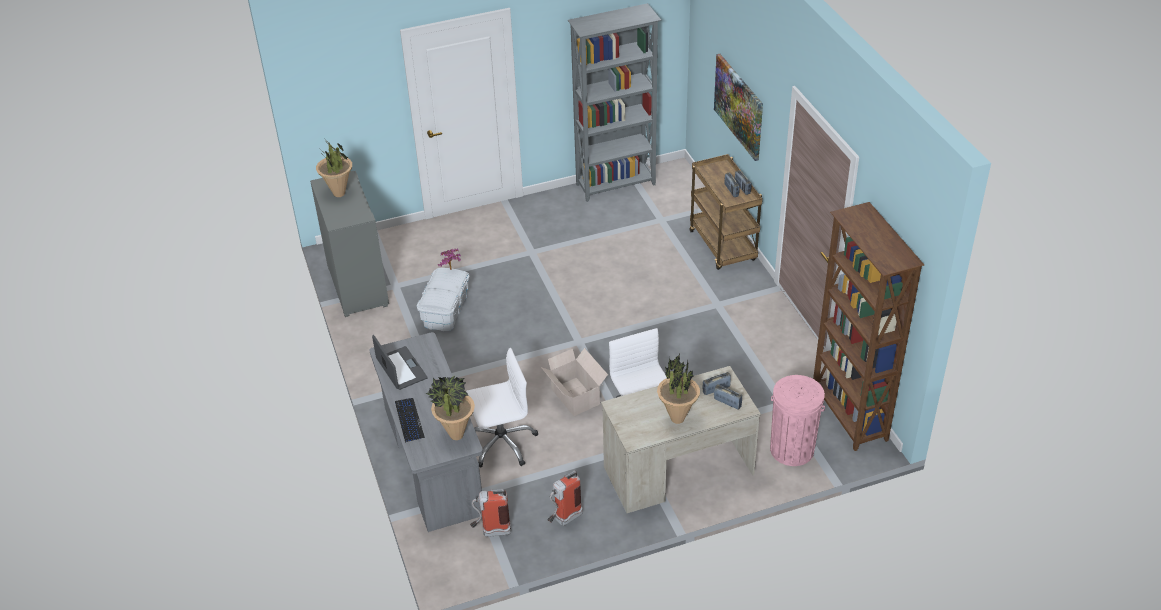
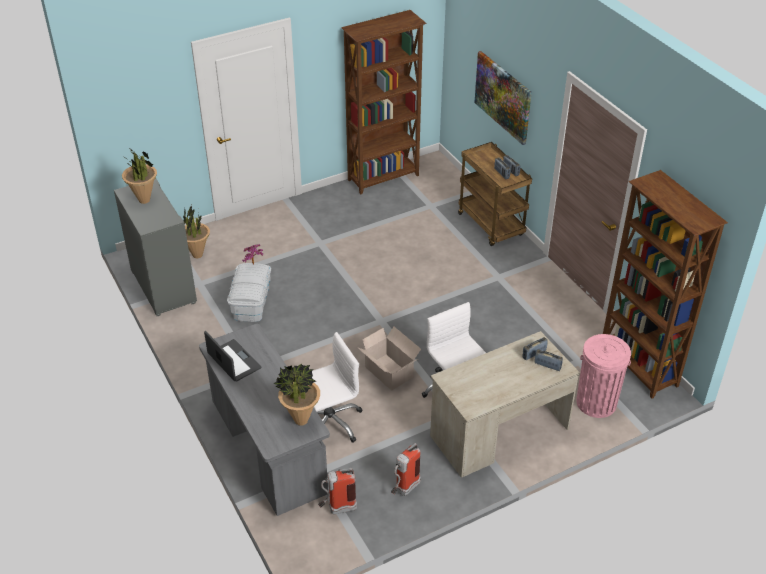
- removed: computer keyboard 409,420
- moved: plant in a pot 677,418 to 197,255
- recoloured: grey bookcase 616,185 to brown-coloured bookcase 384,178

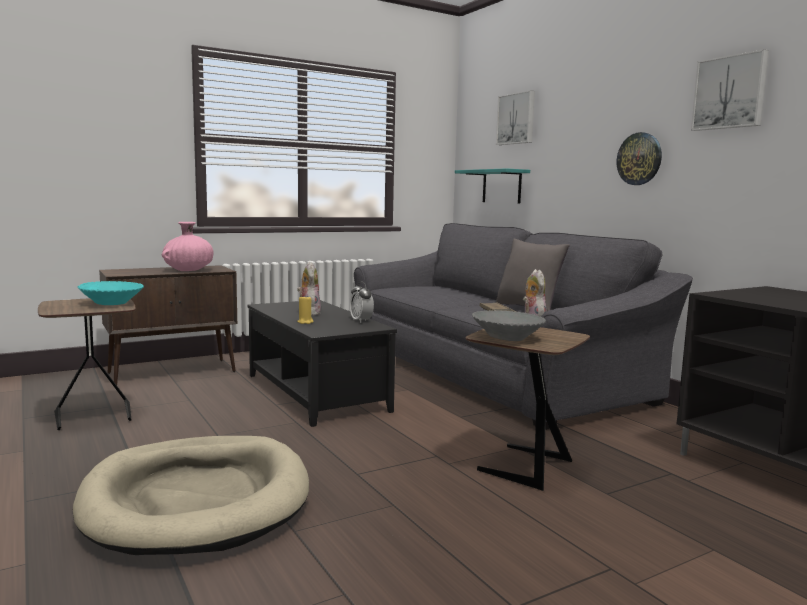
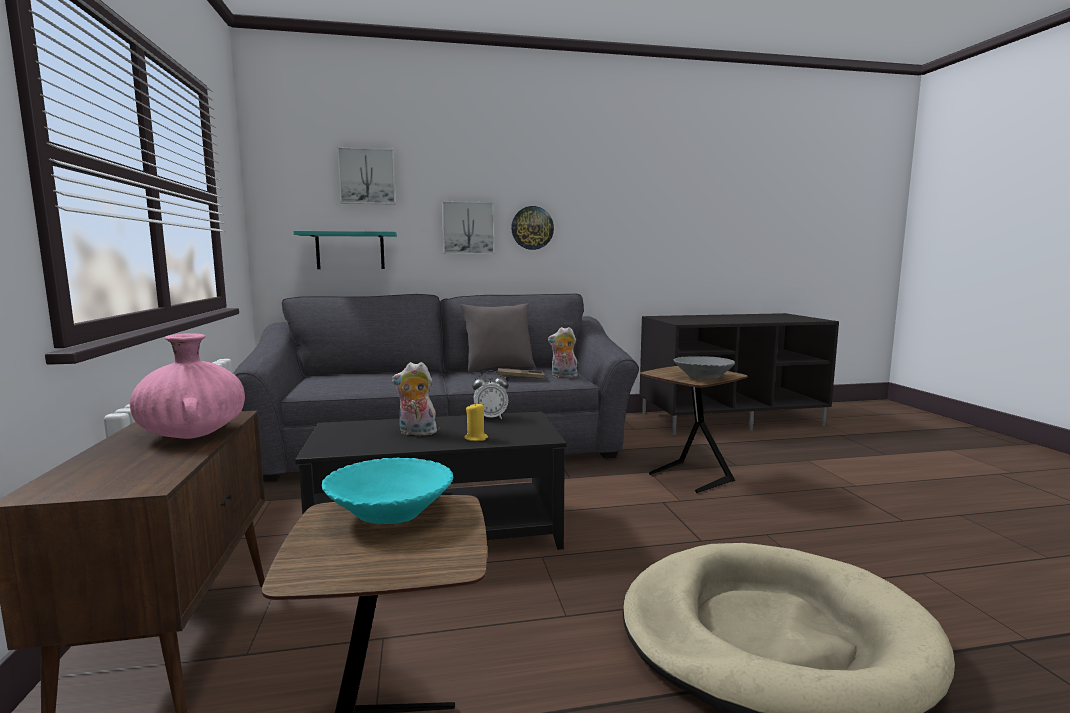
- moved: picture 730,92 to 468,228

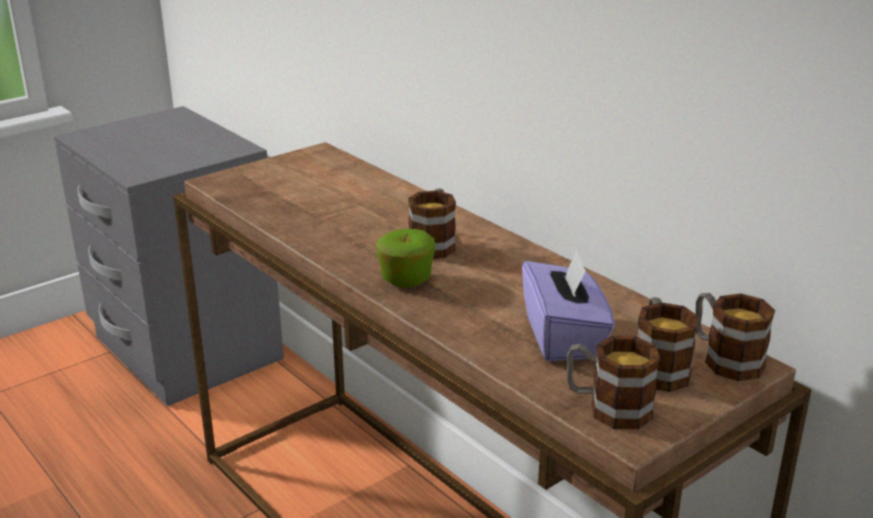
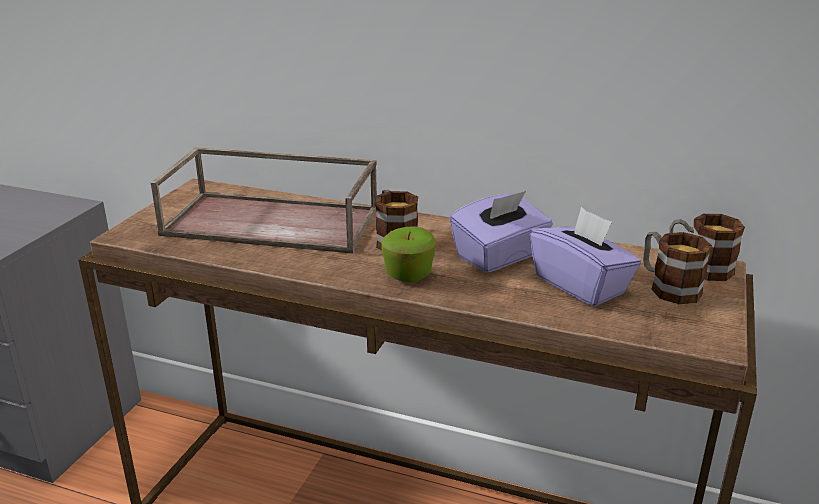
- removed: tea mug 607,407
- added: brown-coloured tray 274,221
- added: purple-coloured tissue holder 500,256

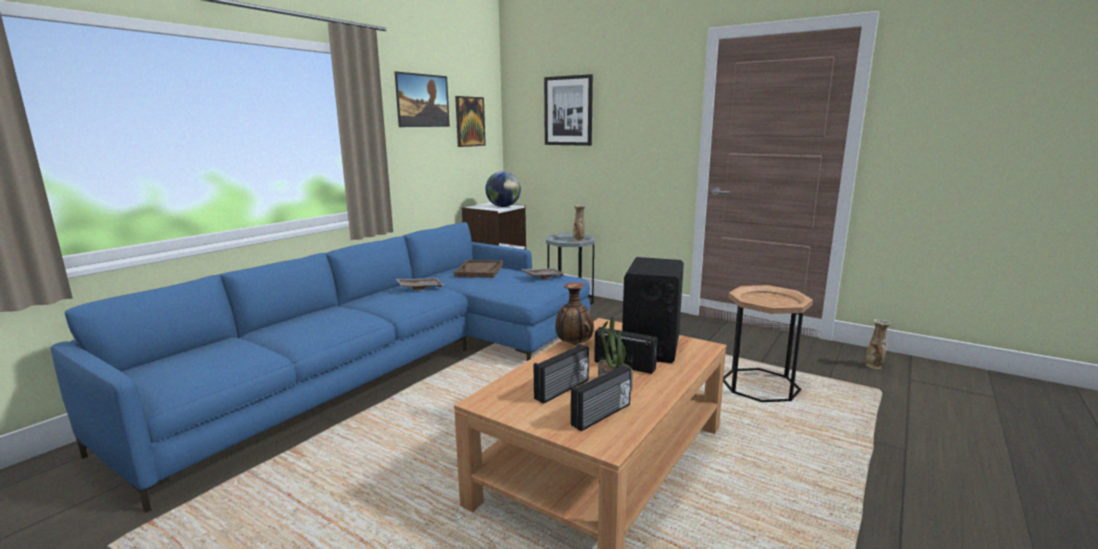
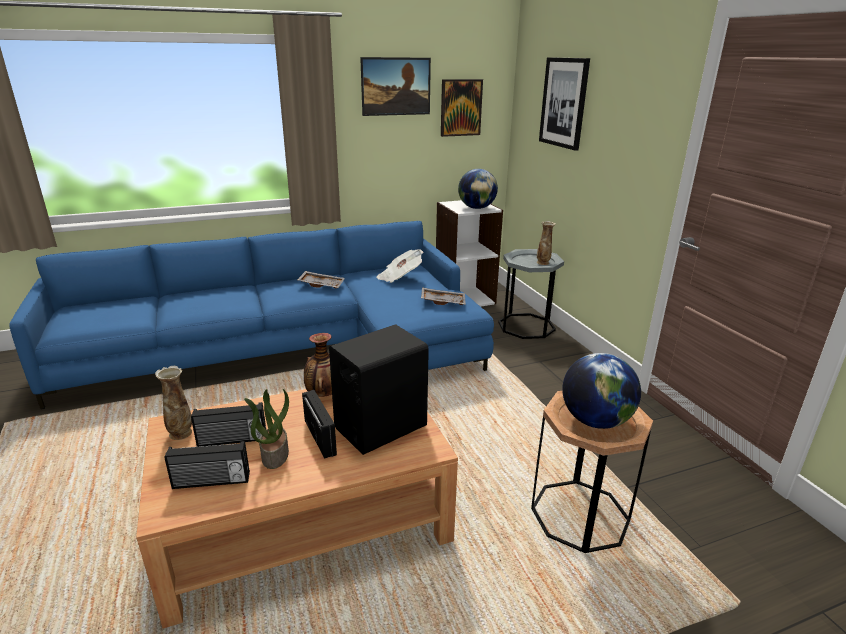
- added: globe 595,421
- moved: vase 874,366 to 181,433
- replaced: brown-coloured tray 479,270 to printed paper 400,277

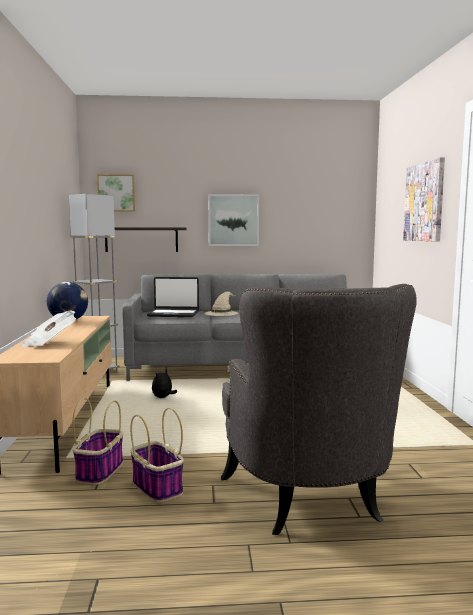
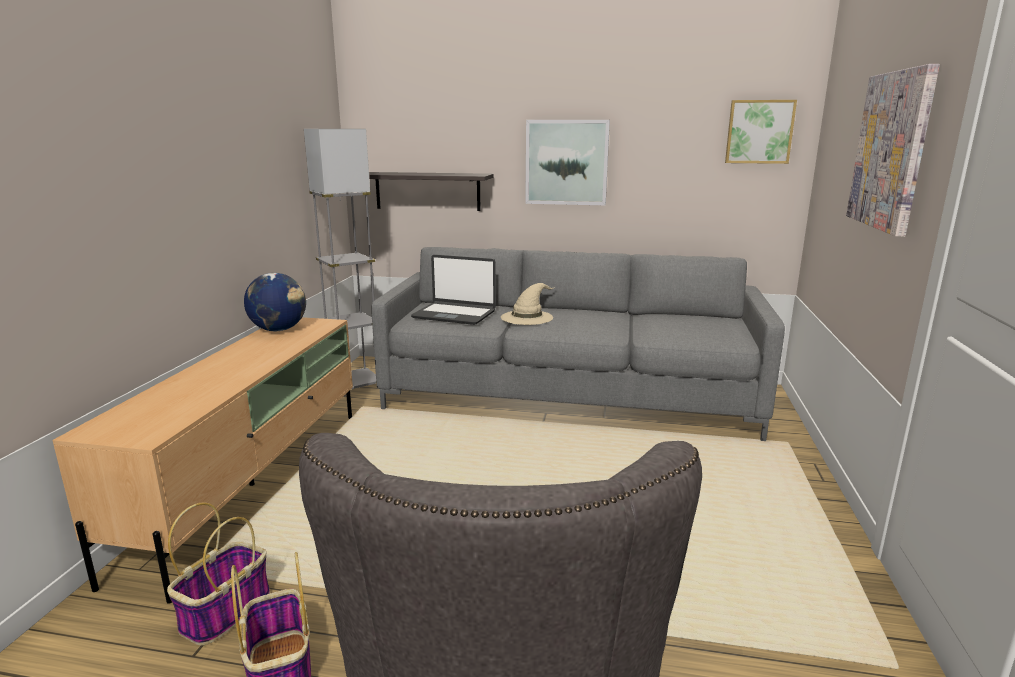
- removed: printed paper 49,343
- removed: cuddly toy 163,398
- moved: picture 116,193 to 759,132

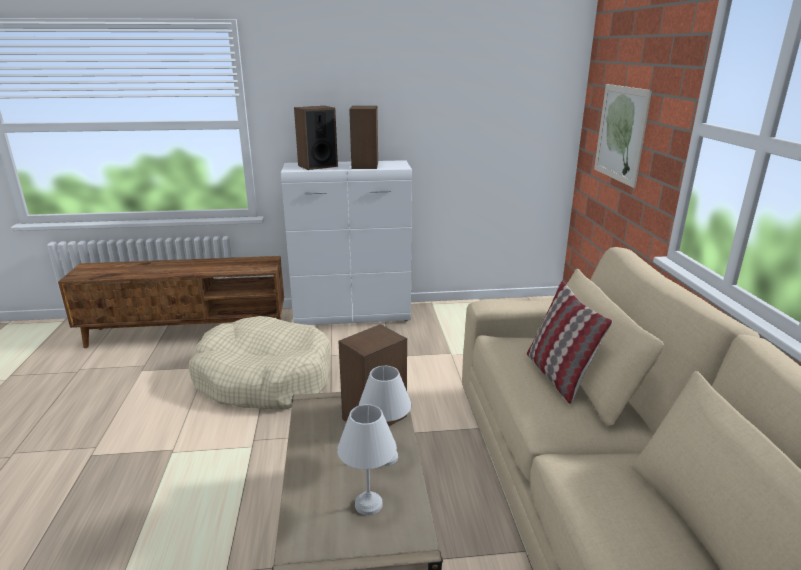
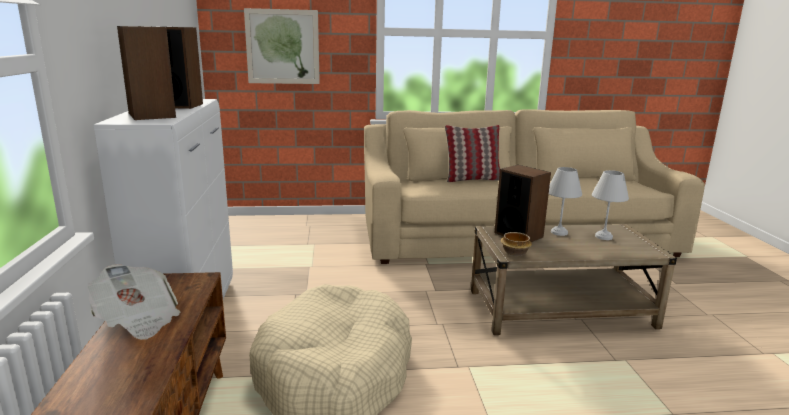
- added: printed paper 137,320
- added: serving bowl 515,252

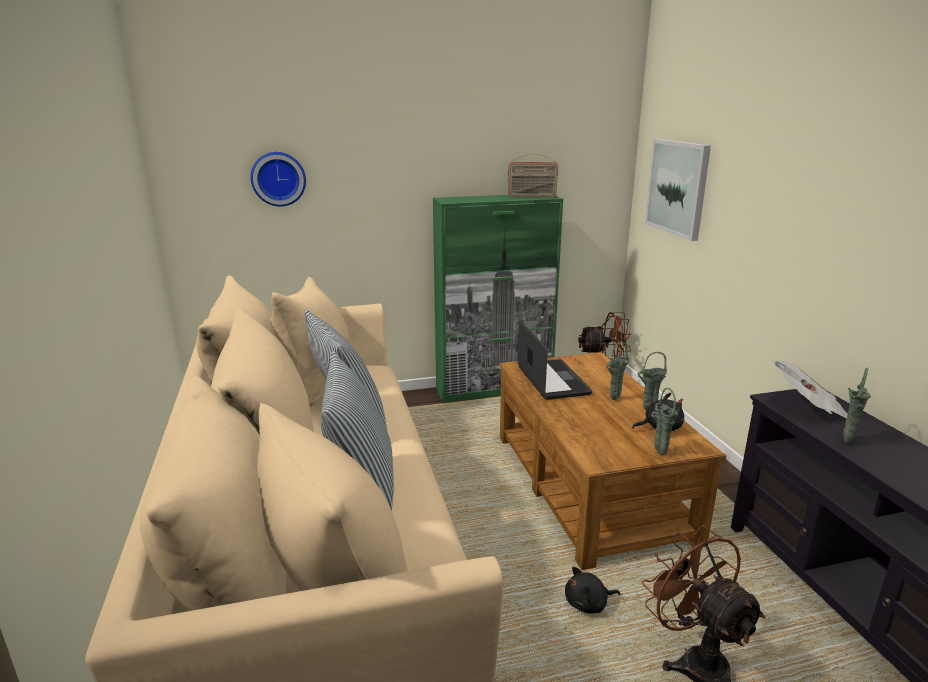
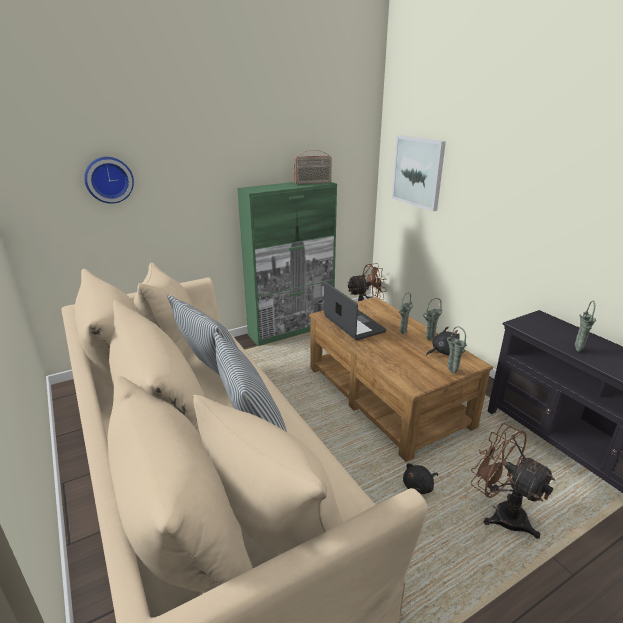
- removed: printed paper 808,408

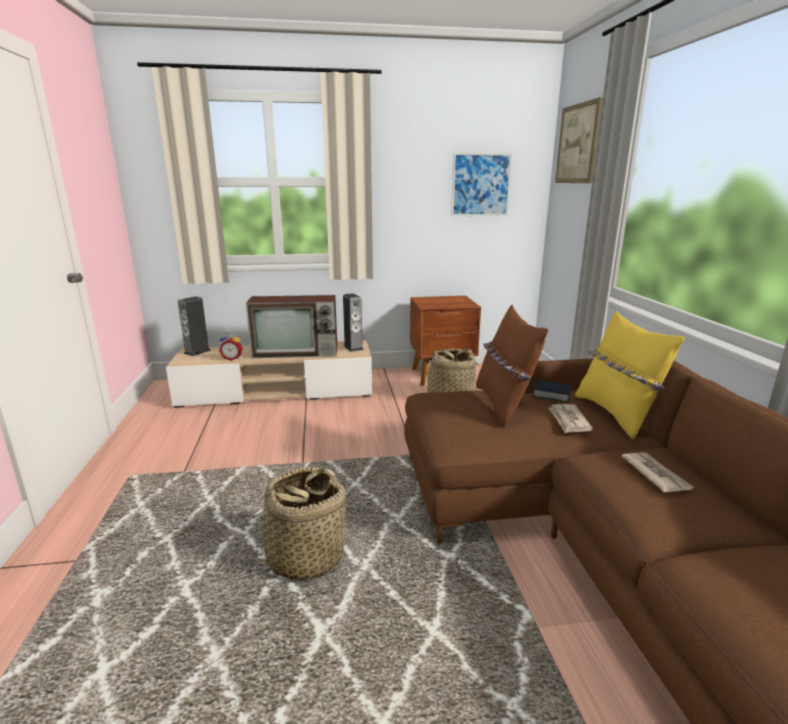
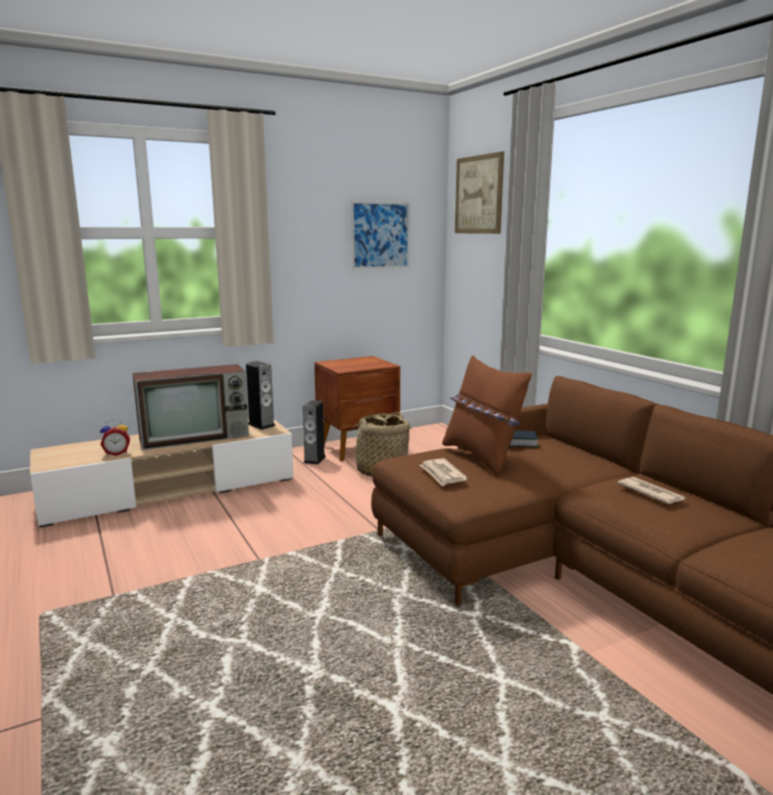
- removed: basket 305,556
- removed: yellow cushion 616,414
- moved: speaker 197,352 to 314,459
- moved: printed paper 568,420 to 442,474

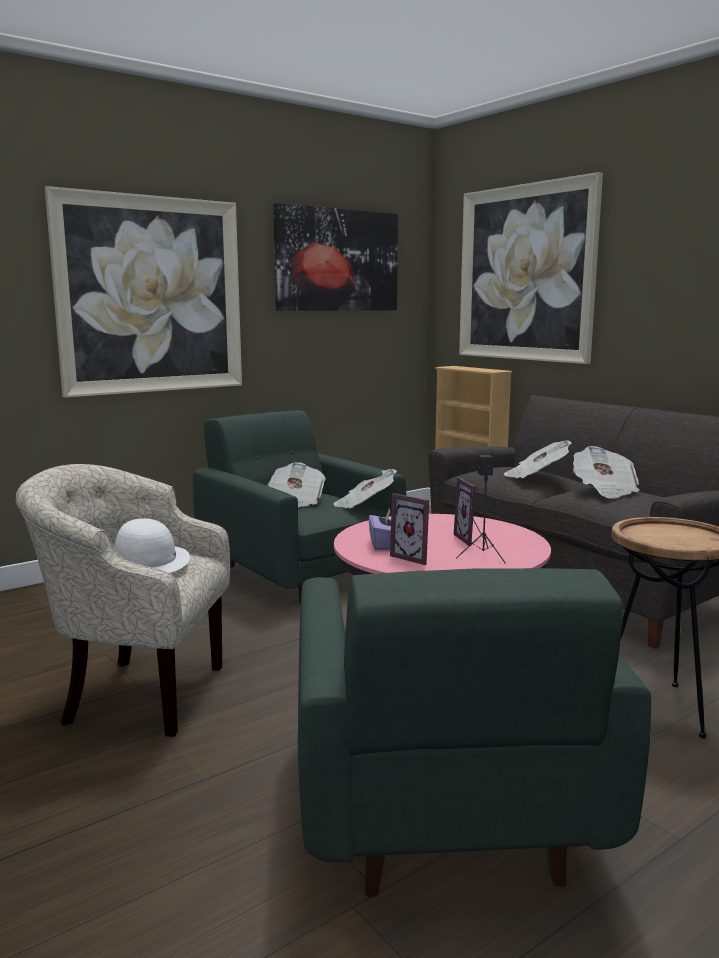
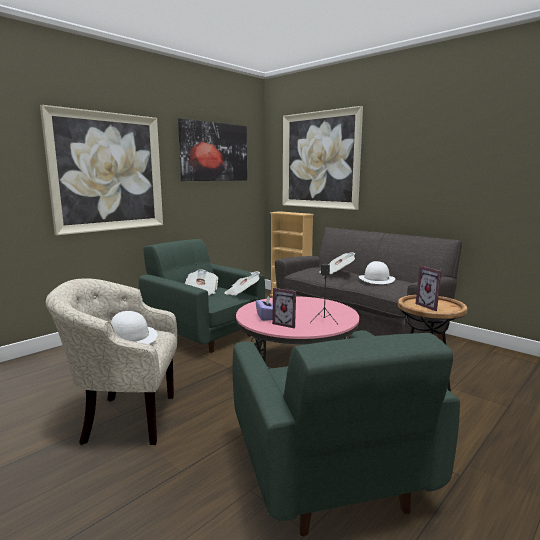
- moved: standing frame 471,539 to 431,306
- replaced: printed paper 604,490 to white-coloured hat 376,279

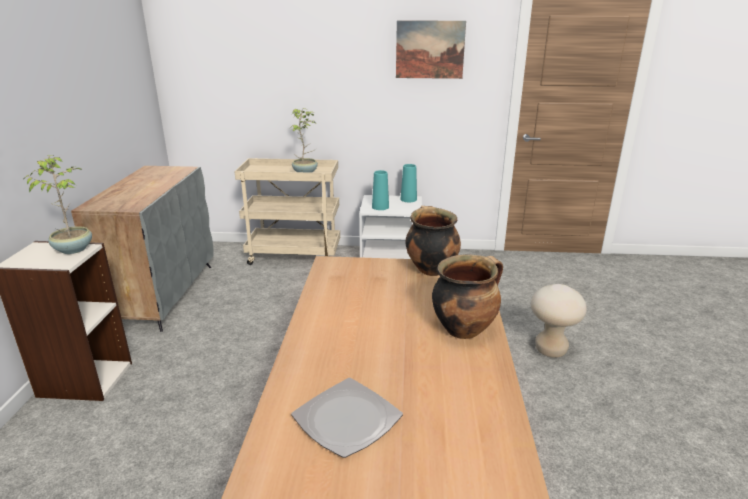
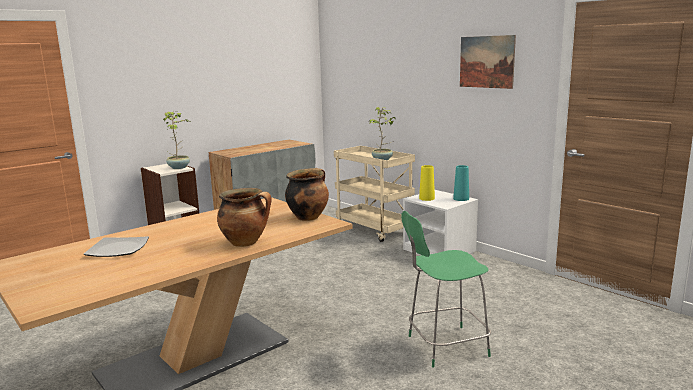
- replaced: sand-coloured stool seat 550,350 to green-coloured upright chair 444,346
- recoloured: turquoise vase 380,207 to yellow vase 427,198

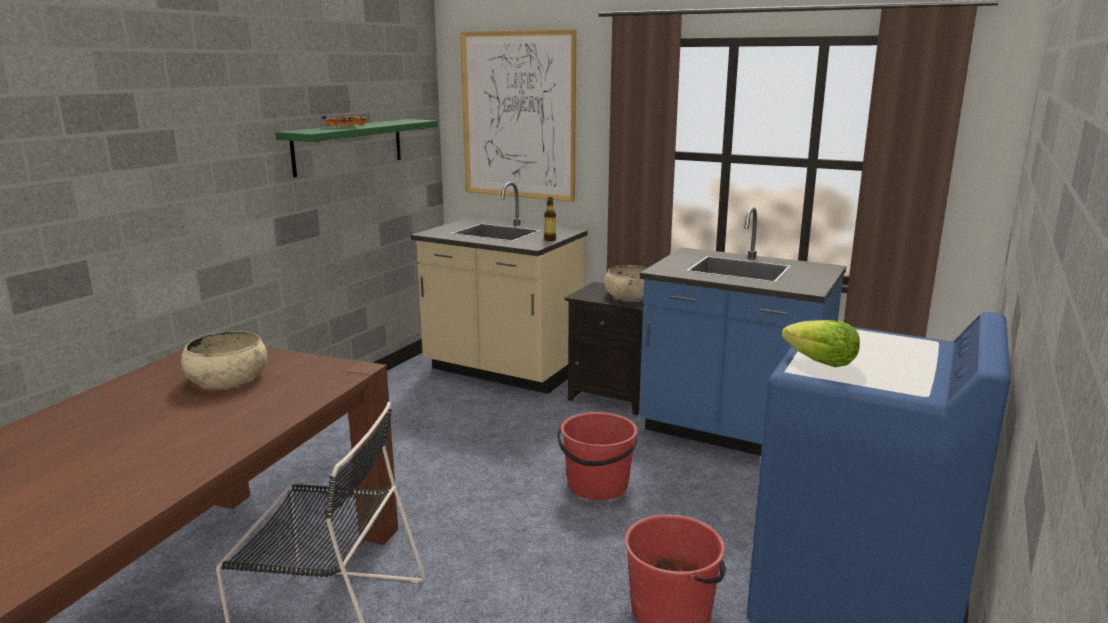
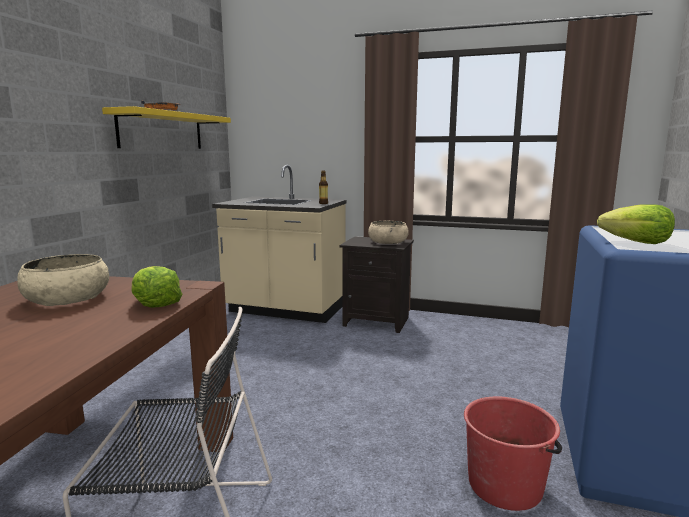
- removed: picture 518,116
- removed: reddish water bucket 597,485
- removed: blue-coloured kitchen counter 732,432
- added: lettuce 155,303
- recoloured: green-coloured wall shelf 349,146 to yellow wall shelf 162,131

